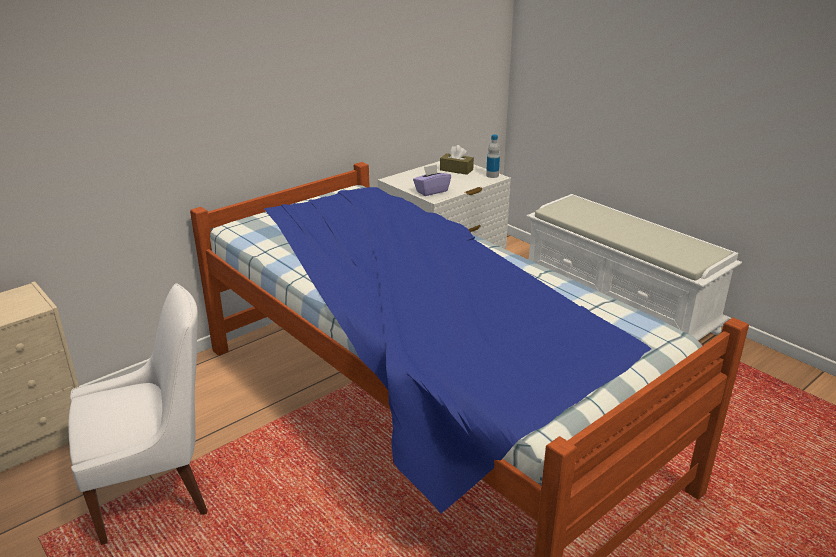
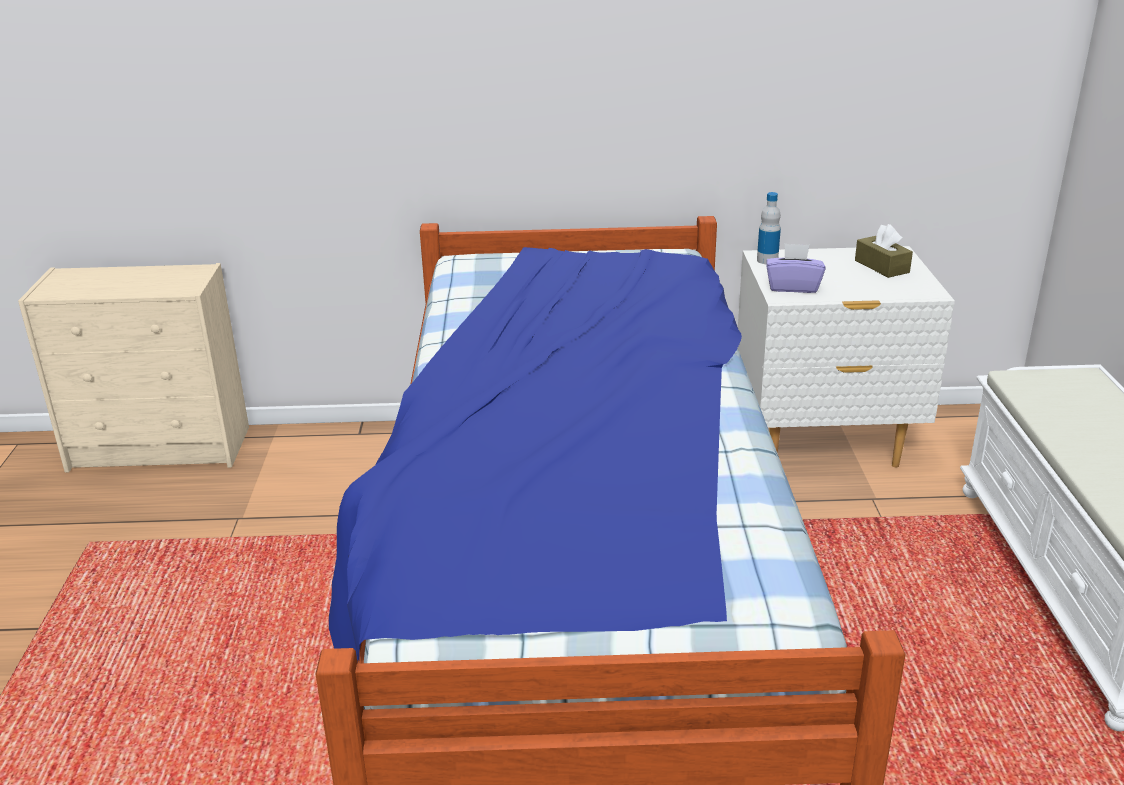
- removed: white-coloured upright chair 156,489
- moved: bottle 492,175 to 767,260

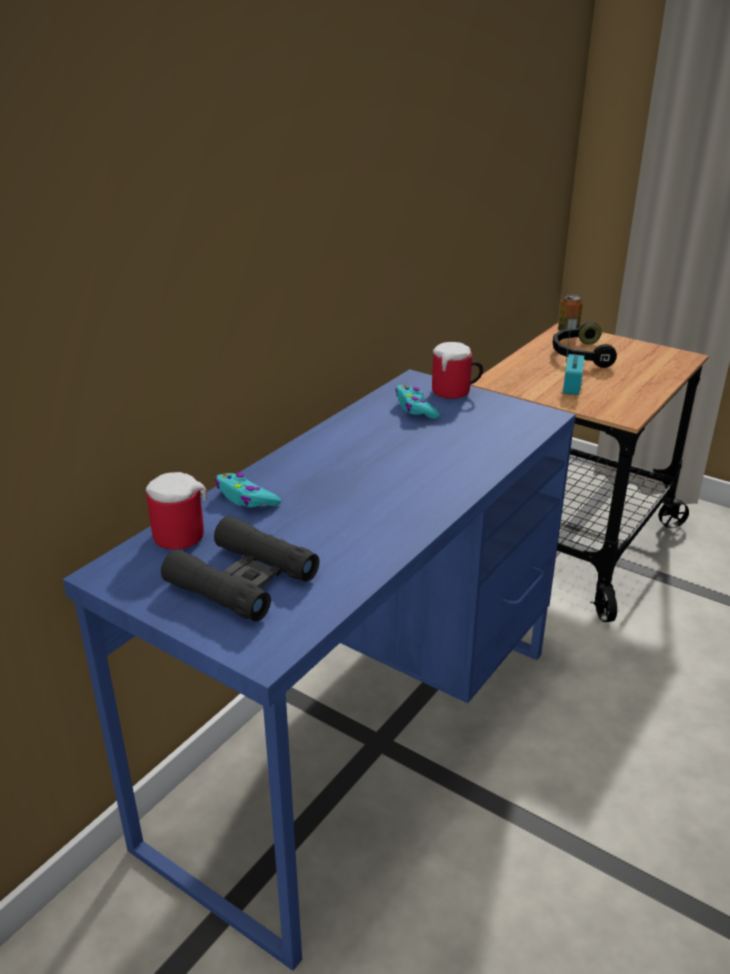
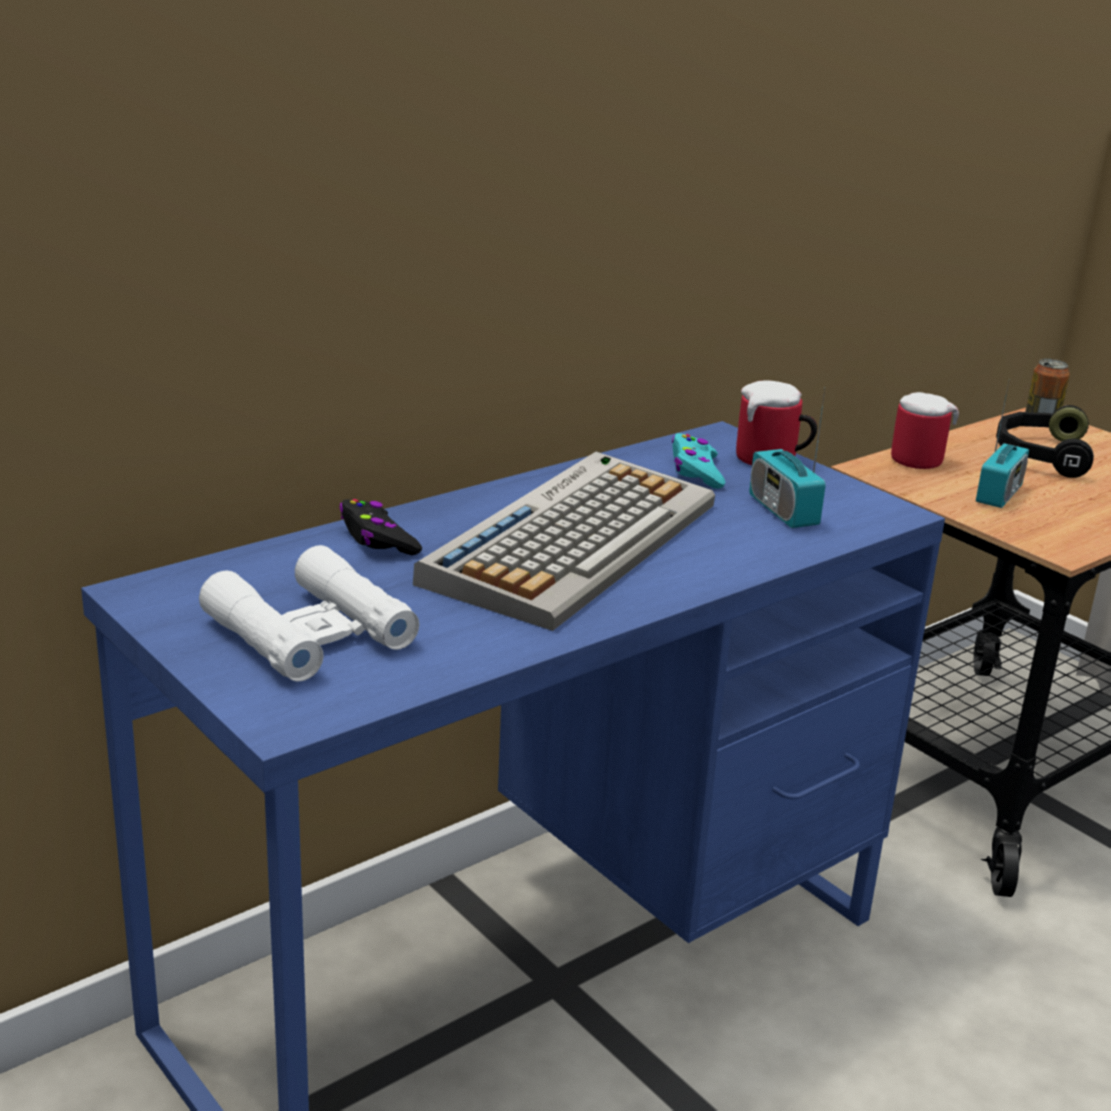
- added: computer keyboard 572,541
- added: radio receiver 783,511
- moved: tea mug 179,532 to 916,457
- recoloured: black pair of binoculars 243,580 to white-coloured pair of binoculars 310,633
- recoloured: turquoise joypad 246,498 to black joypad 377,539

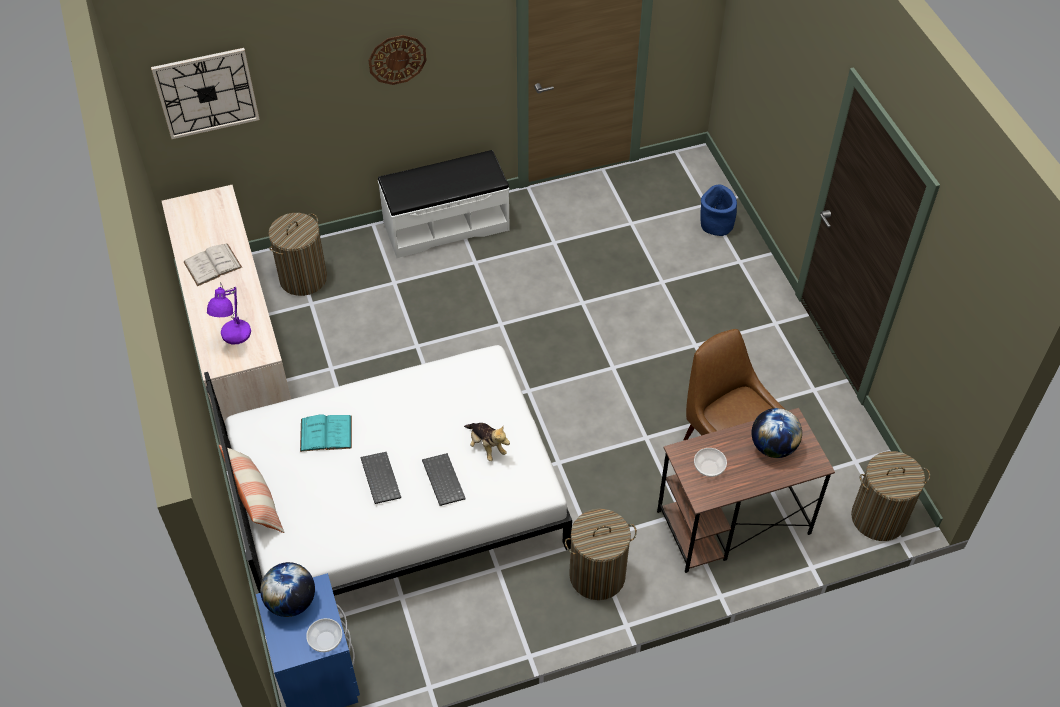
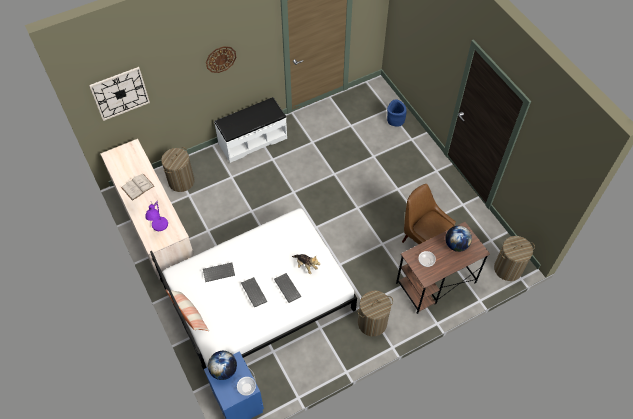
- replaced: turquoise bound book 326,433 to computer keyboard 219,272

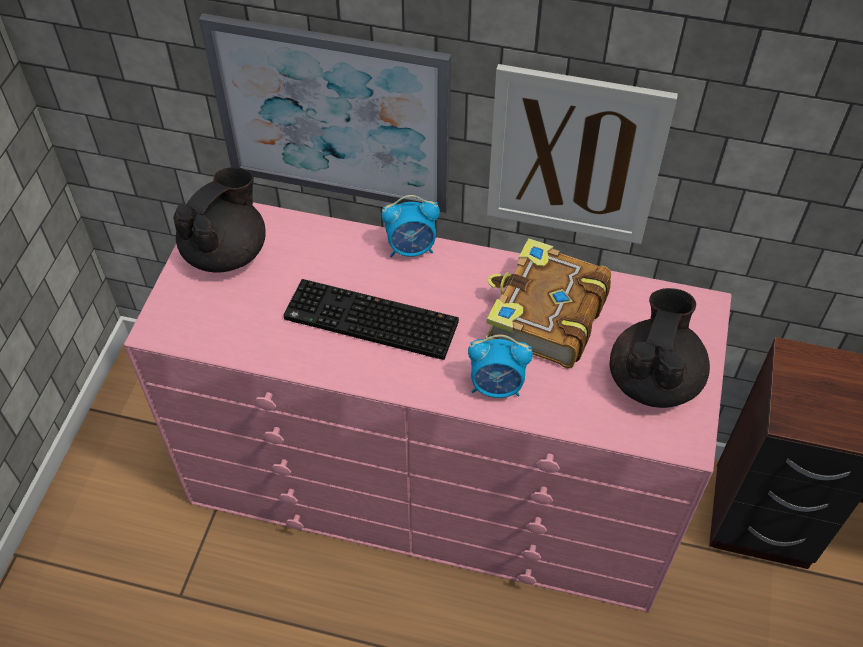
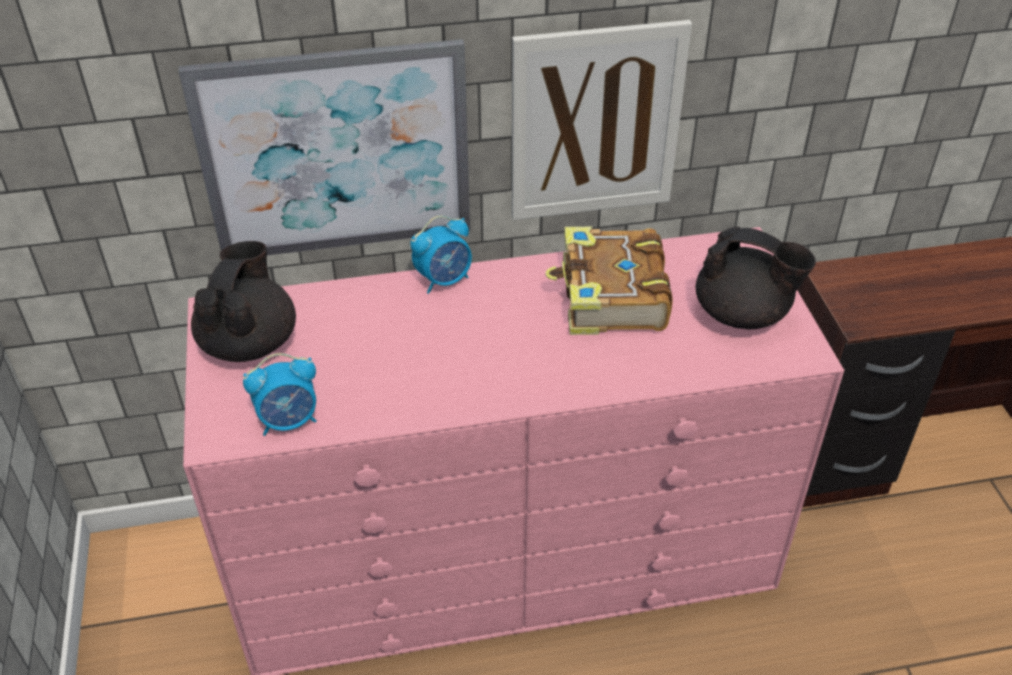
- removed: computer keyboard 368,322
- moved: table clock 497,386 to 289,421
- turned: black pot for tea 654,379 = 742,314 120 degrees clockwise

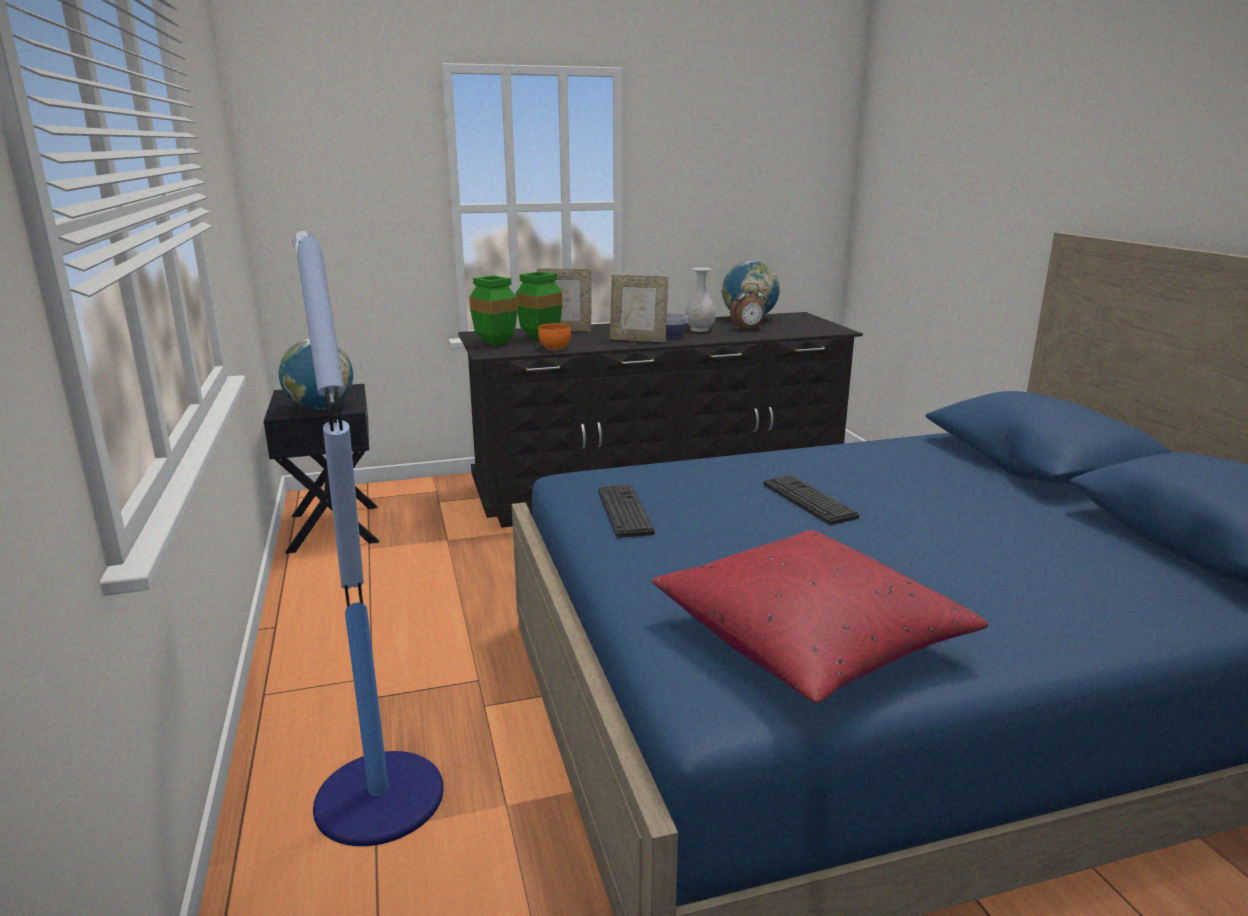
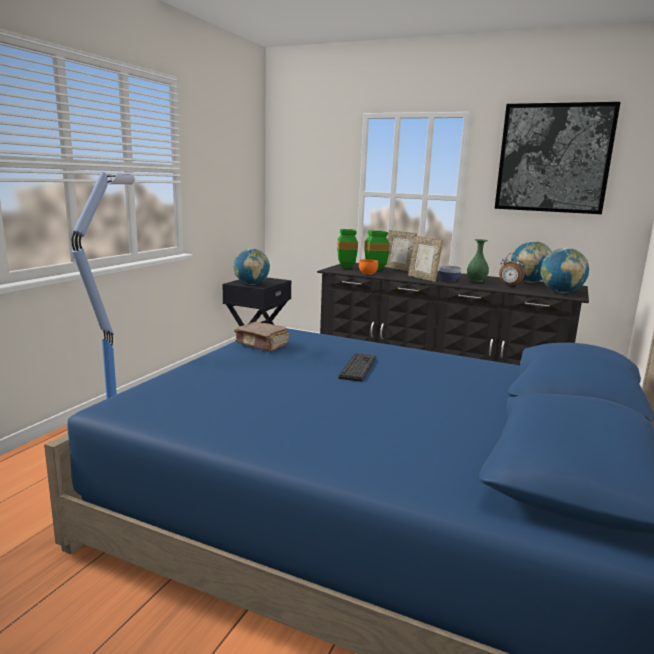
- removed: reddish cushion 808,639
- added: picture 553,158
- added: globe 560,292
- replaced: computer keyboard 624,511 to brown-coloured bound book 262,345
- recoloured: white-coloured vase 700,330 to green-coloured vase 476,281

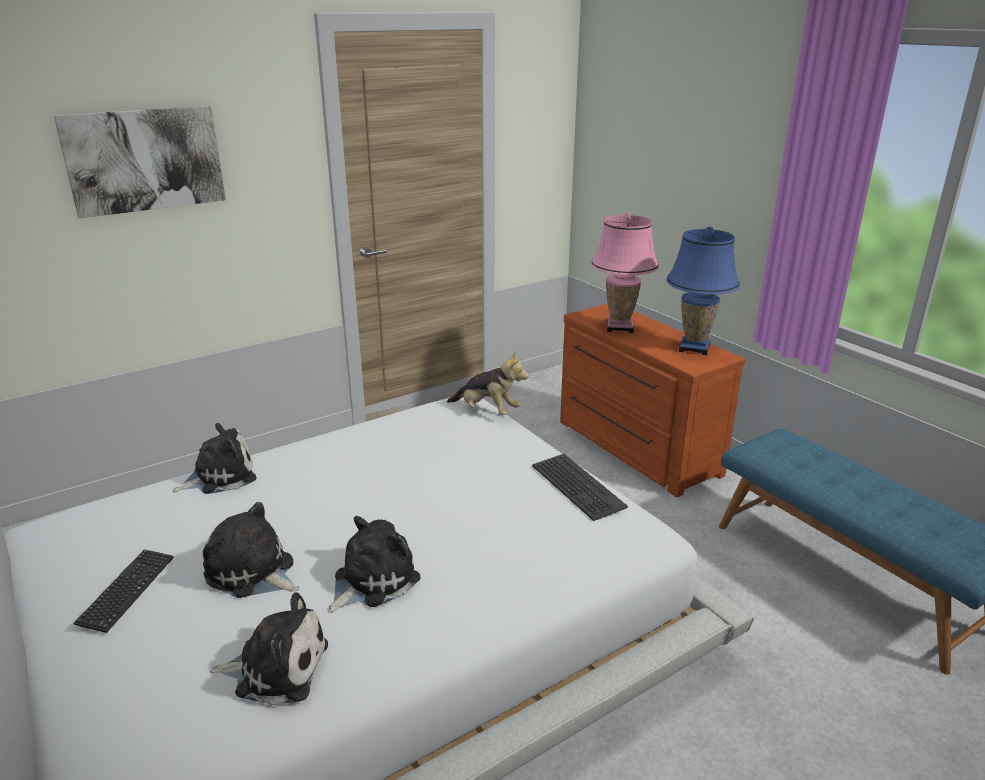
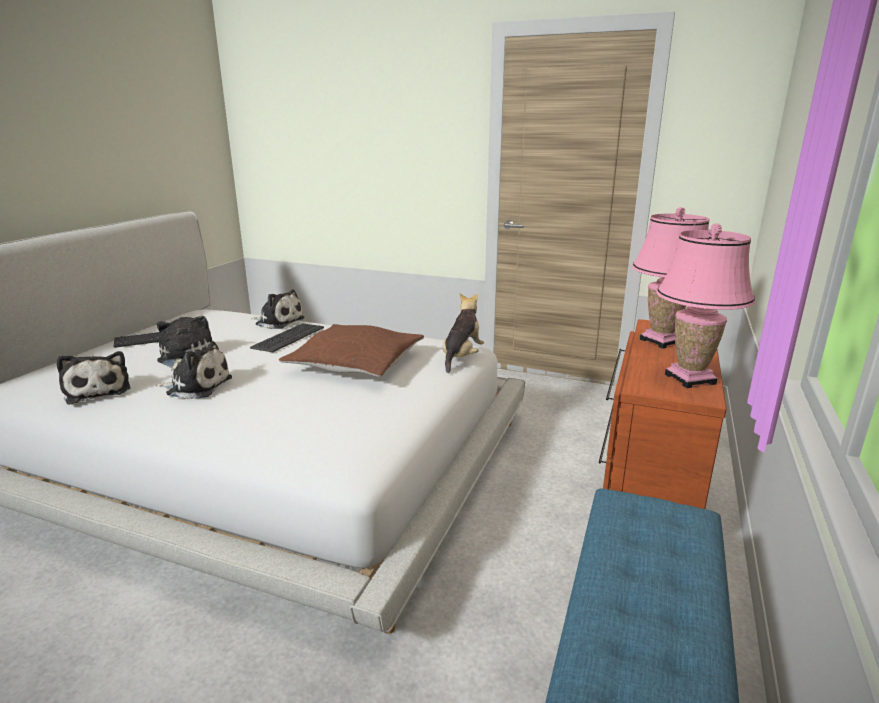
- removed: picture 144,160
- added: brown-coloured cushion 355,363
- moved: computer keyboard 576,487 to 288,338
- recoloured: blue-coloured lamp for a table 694,348 to pink-coloured lamp for a table 690,379
- turned: cuddly toy 487,411 = 462,357 150 degrees counterclockwise

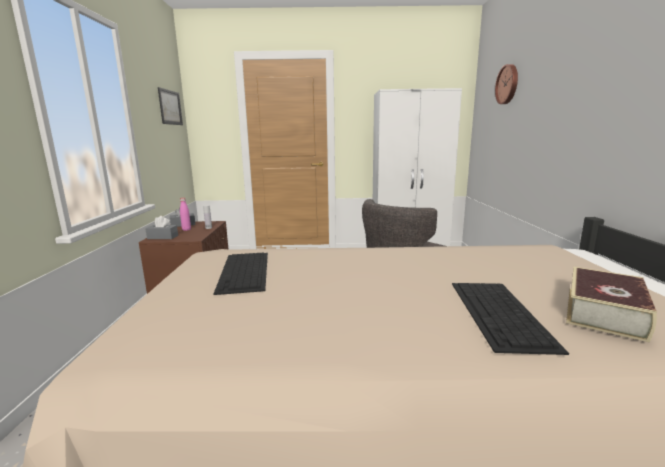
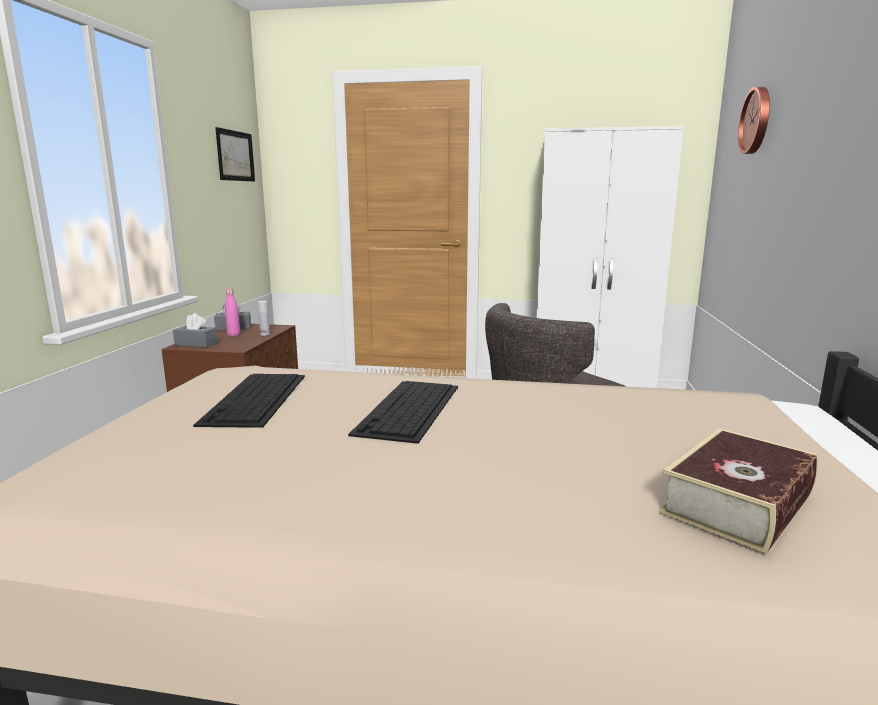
- moved: computer keyboard 500,313 to 409,409

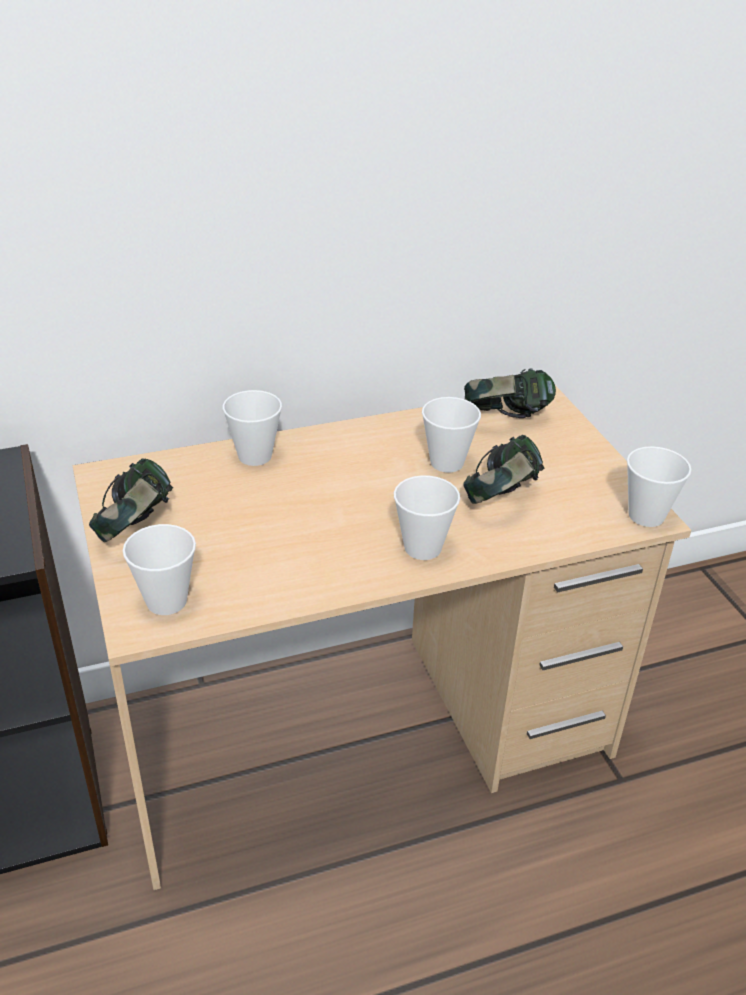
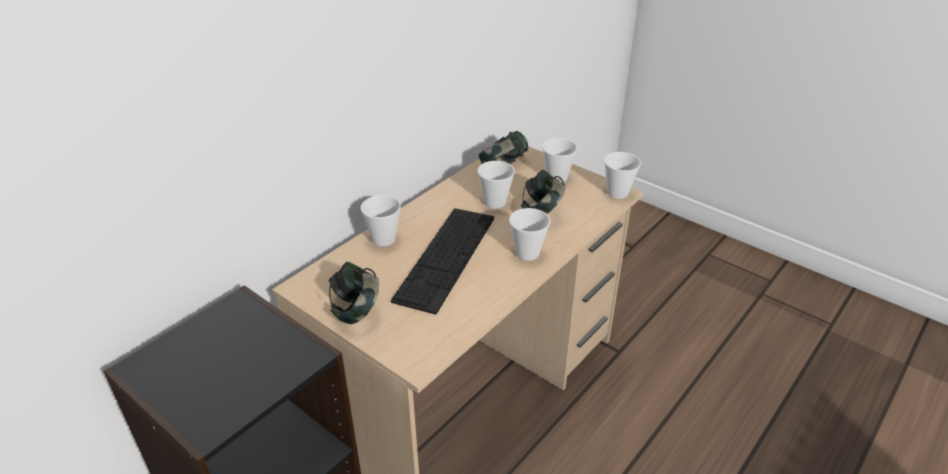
- added: computer keyboard 446,257
- moved: small cup 166,601 to 557,178

